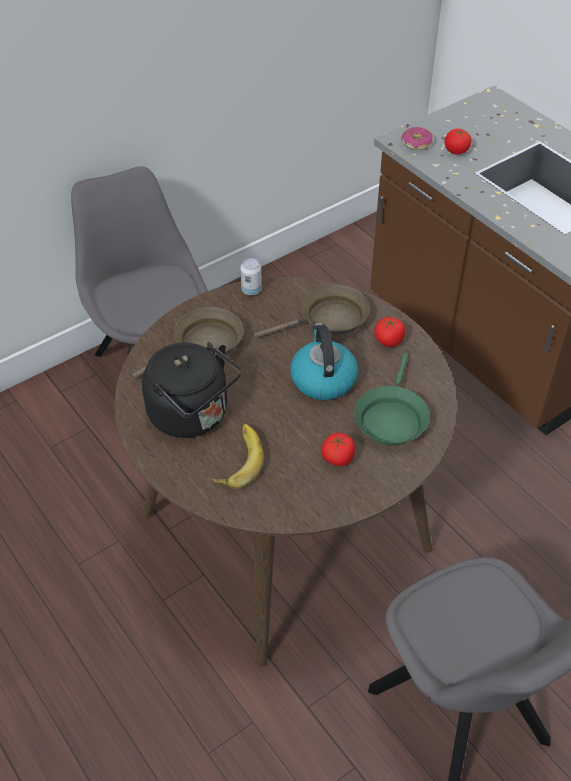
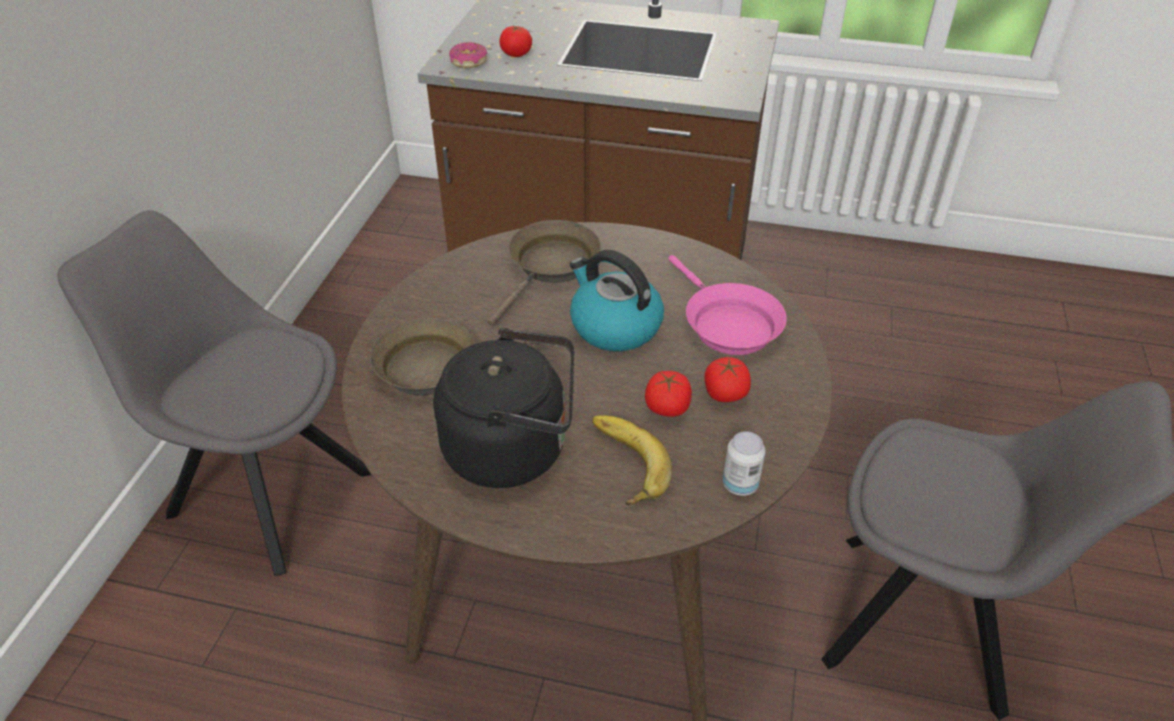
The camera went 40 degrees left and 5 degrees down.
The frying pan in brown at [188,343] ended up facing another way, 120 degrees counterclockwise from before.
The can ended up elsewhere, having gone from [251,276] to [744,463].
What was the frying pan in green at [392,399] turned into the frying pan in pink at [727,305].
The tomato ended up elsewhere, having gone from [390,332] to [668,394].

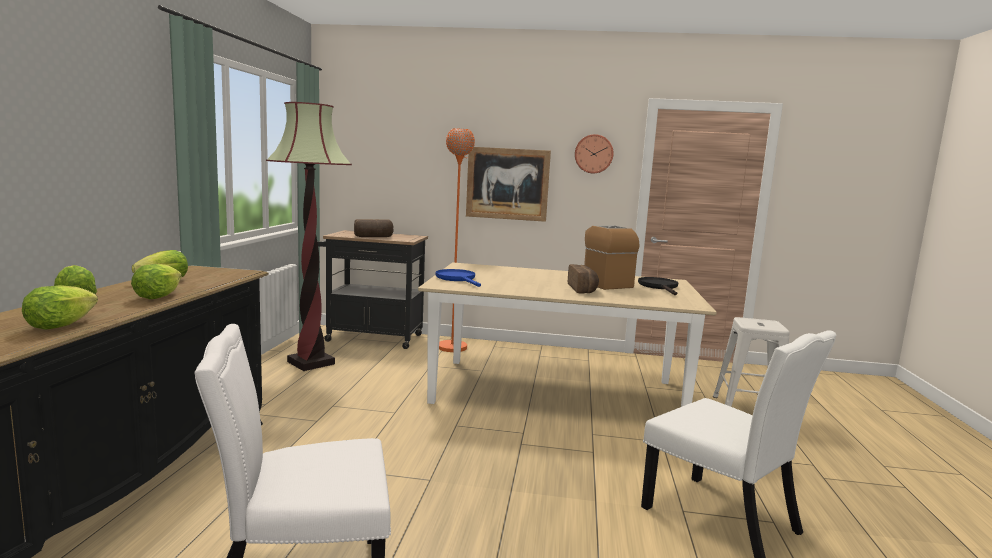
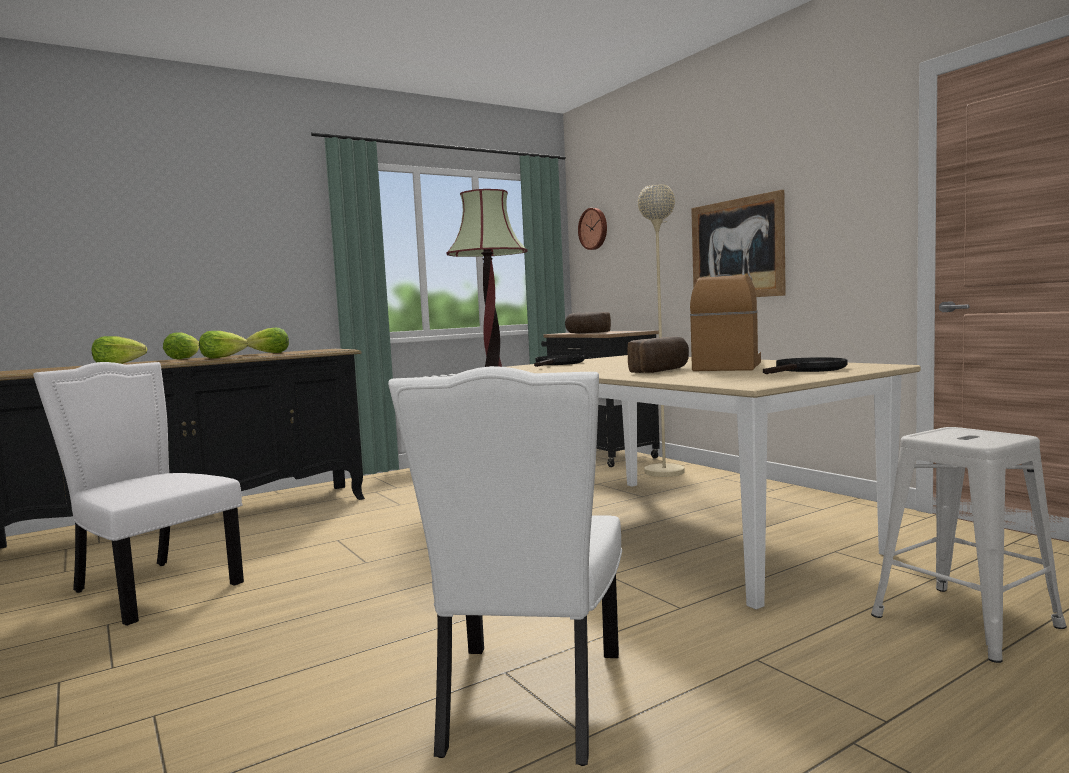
The camera went 50 degrees right and 5 degrees down.
What was the frying pan in blue at [458,278] turned into the frying pan in black at [559,361].
What was the floor lamp in orange at [457,240] turned into the floor lamp in beige at [661,330].
The wall clock ended up elsewhere, having gone from [594,154] to [592,229].

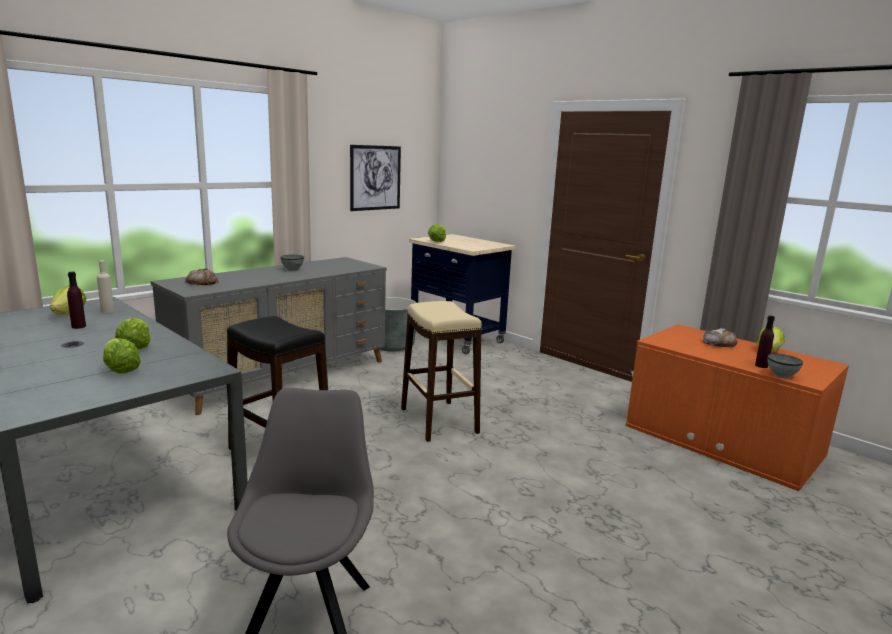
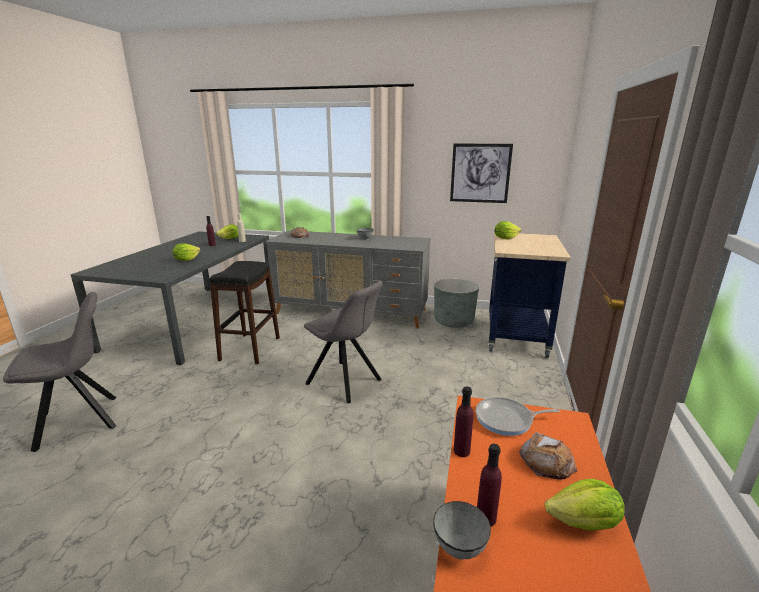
The camera went 60 degrees right and 5 degrees up.
The second view lost the lettuce at [122,356].
Where the stool in beige stood at [441,371], the chair in grey came to stand at [343,342].
The second view gained the bottle in purple at [464,421].
The second view gained the frying pan at [518,416].

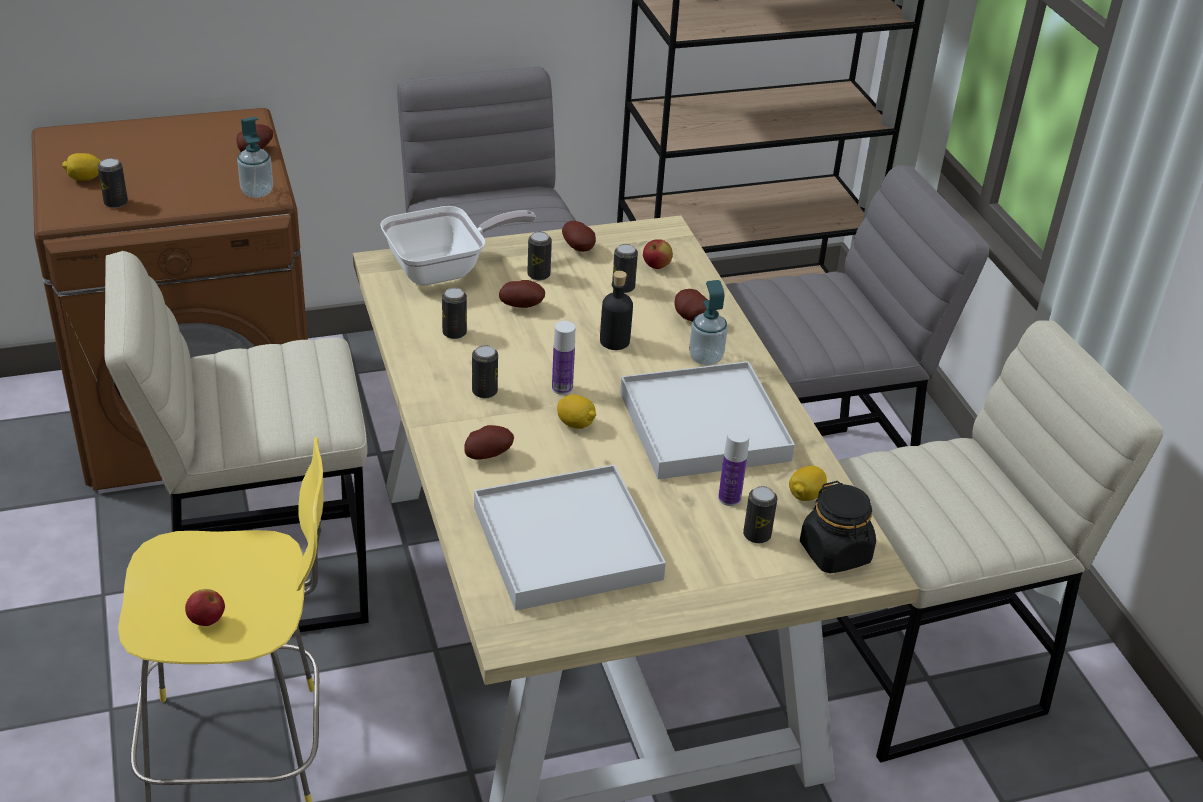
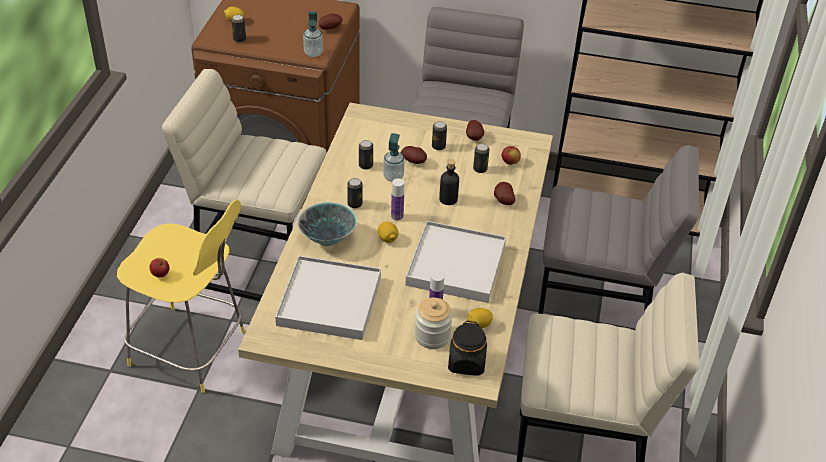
The camera went 30 degrees right and 5 degrees up.
The second view lost the frying pan at [458,246].
Where the potato stood at [489,442], the bowl came to stand at [327,224].
The soap dispenser ended up elsewhere, having gone from [708,323] to [394,157].
Where the can stood at [760,514], the jar came to stand at [434,323].

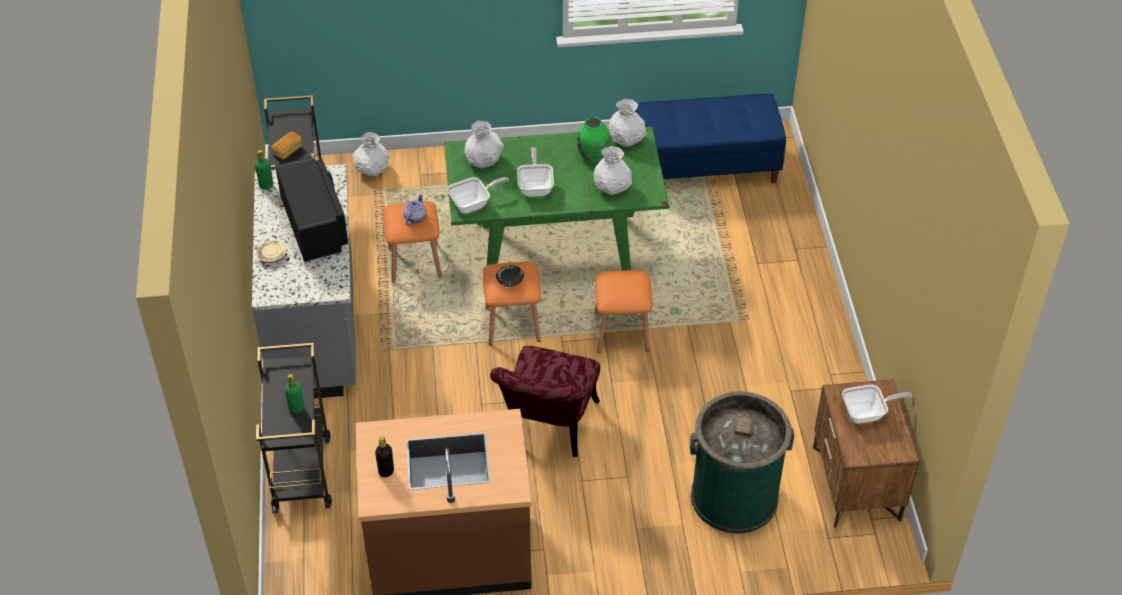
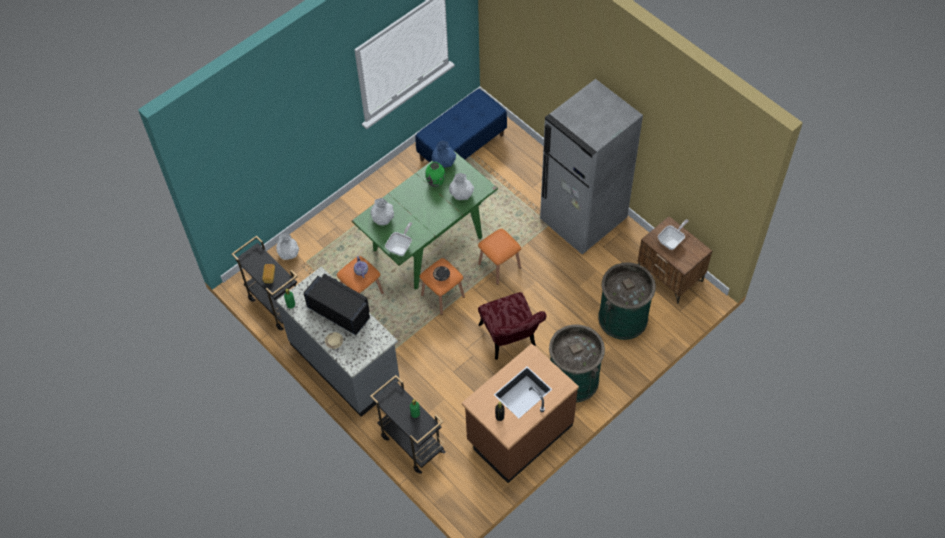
The camera went 35 degrees left and 10 degrees up.
The second view lost the frying pan at [535,171].
What was the vase in white at [627,123] turned into the vase in blue at [444,154].
The second view gained the fridge in grey at [591,167].
The second view gained the trash can in green at [577,363].

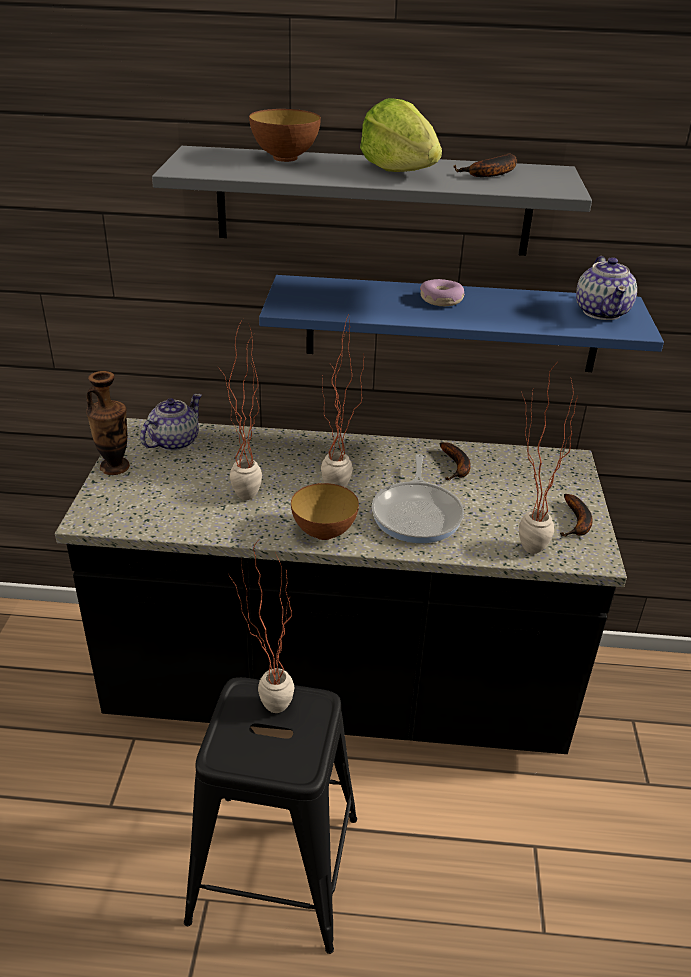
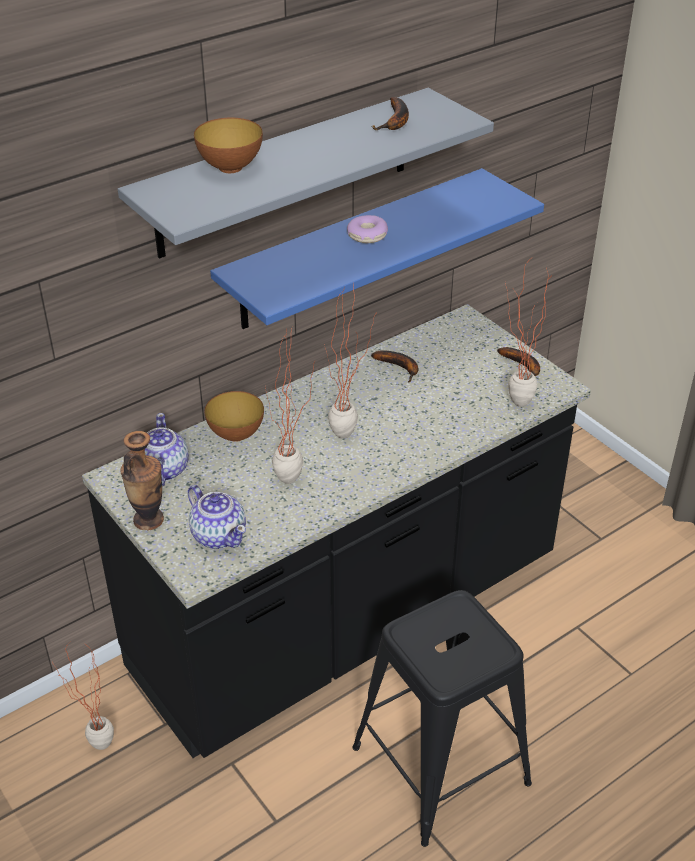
The camera went 40 degrees left and 5 degrees up.
The potted plant ended up elsewhere, having gone from [261,626] to [83,695].
The bowl ended up elsewhere, having gone from [325,511] to [234,416].
The second view lost the lettuce at [401,135].
The second view lost the frying pan at [418,498].
The teapot ended up elsewhere, having gone from [606,288] to [217,517].

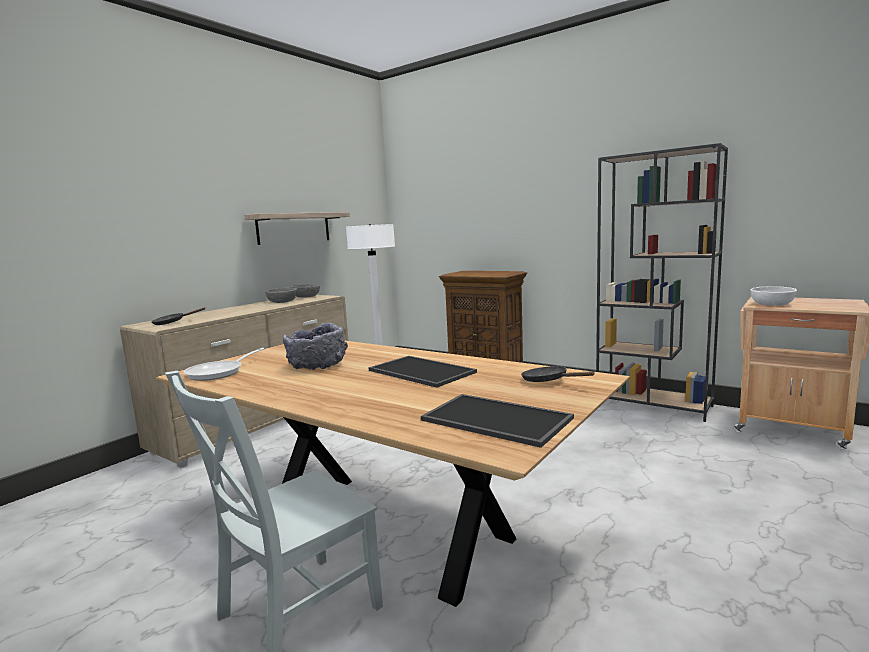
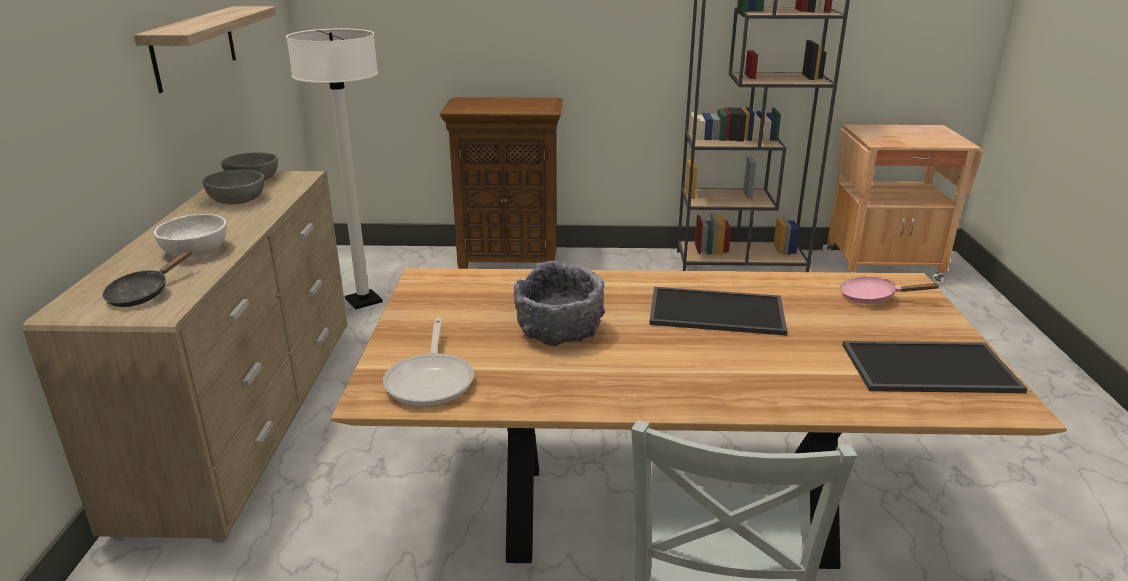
The camera went 35 degrees left and 15 degrees up.
What was the frying pan in black at [558,374] turned into the frying pan in pink at [890,290].
The bowl in white ended up elsewhere, having gone from [773,296] to [190,236].

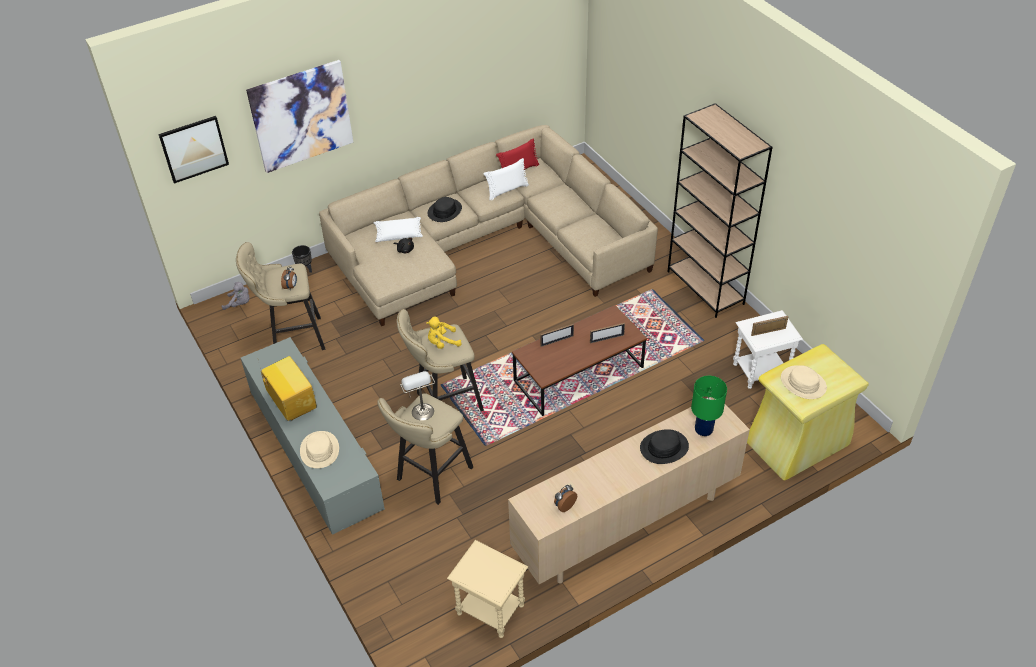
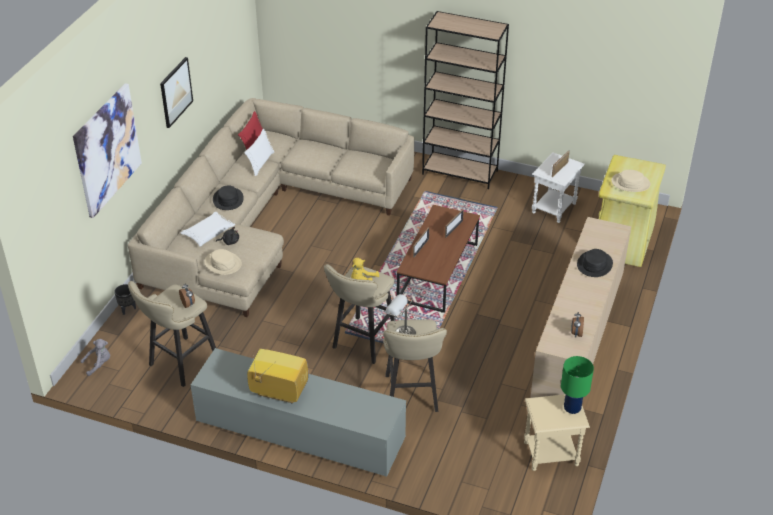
The camera went 40 degrees left and 5 degrees down.
The picture ended up elsewhere, having gone from [193,150] to [176,92].
The hat in beige ended up elsewhere, having gone from [319,449] to [223,262].
The table lamp in green ended up elsewhere, having gone from [709,406] to [577,385].

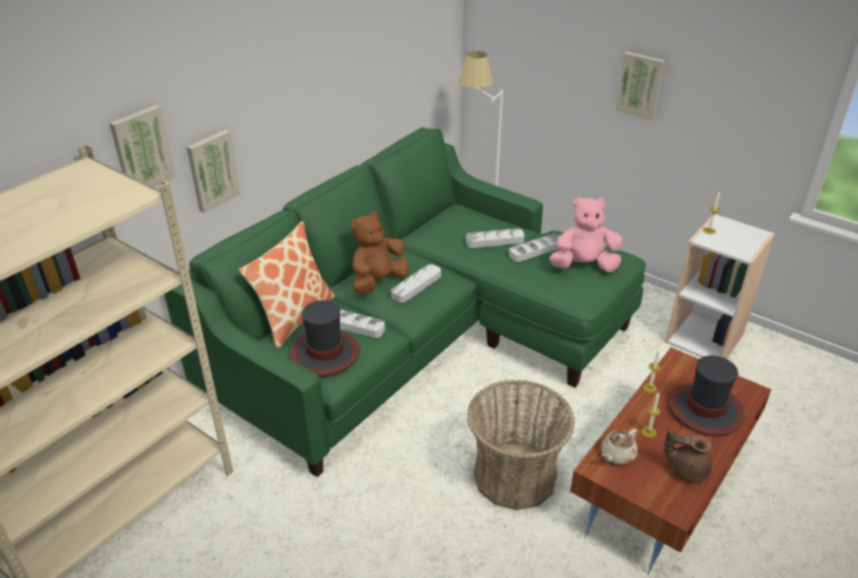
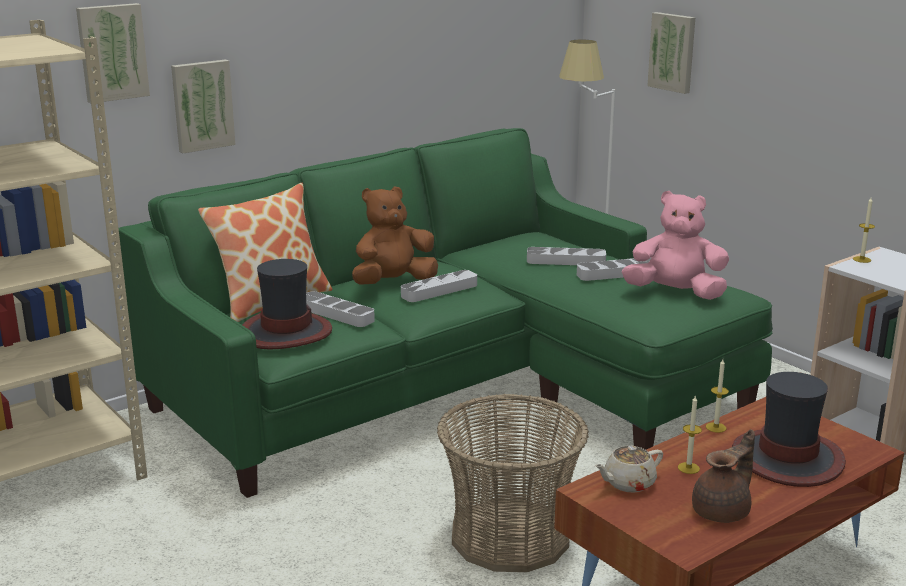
The camera went 15 degrees right and 15 degrees down.
The picture ended up elsewhere, having gone from [640,86] to [671,53].
The teapot in brown at [688,455] ended up facing another way, 105 degrees clockwise from before.

